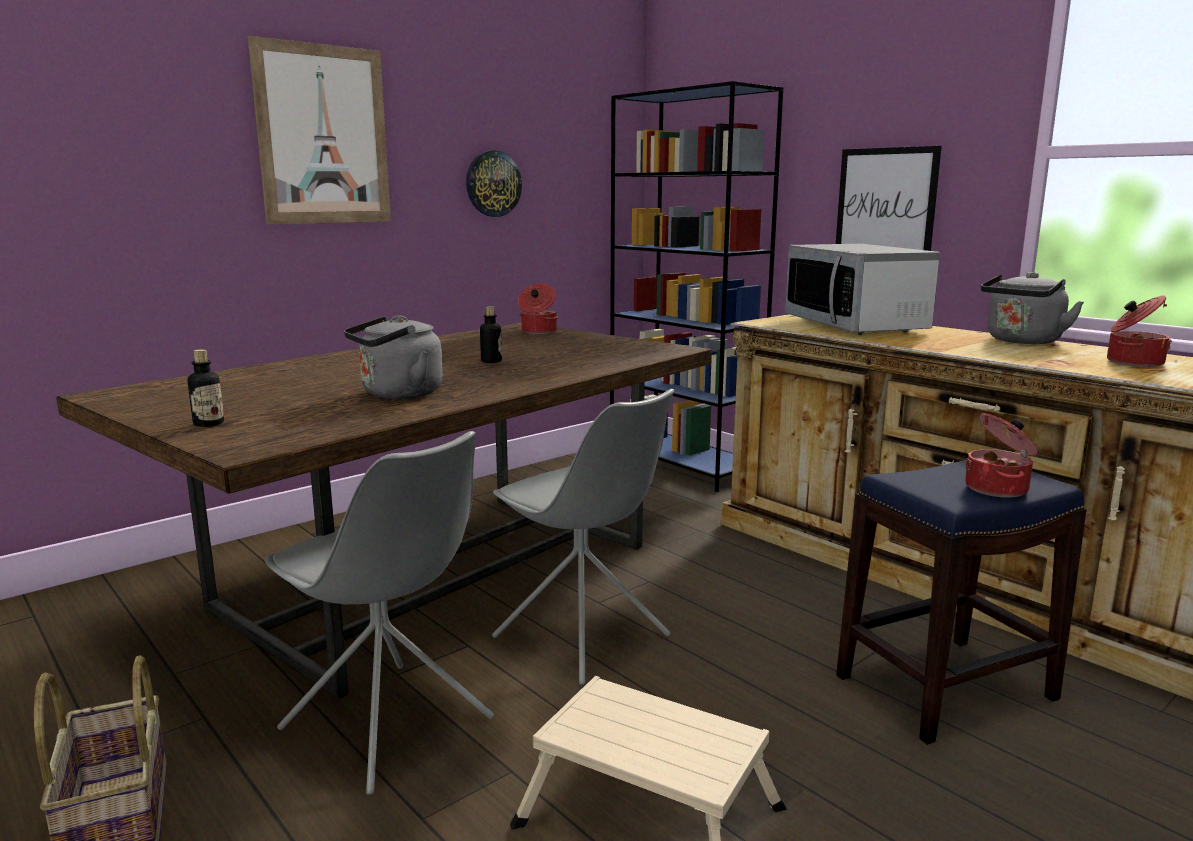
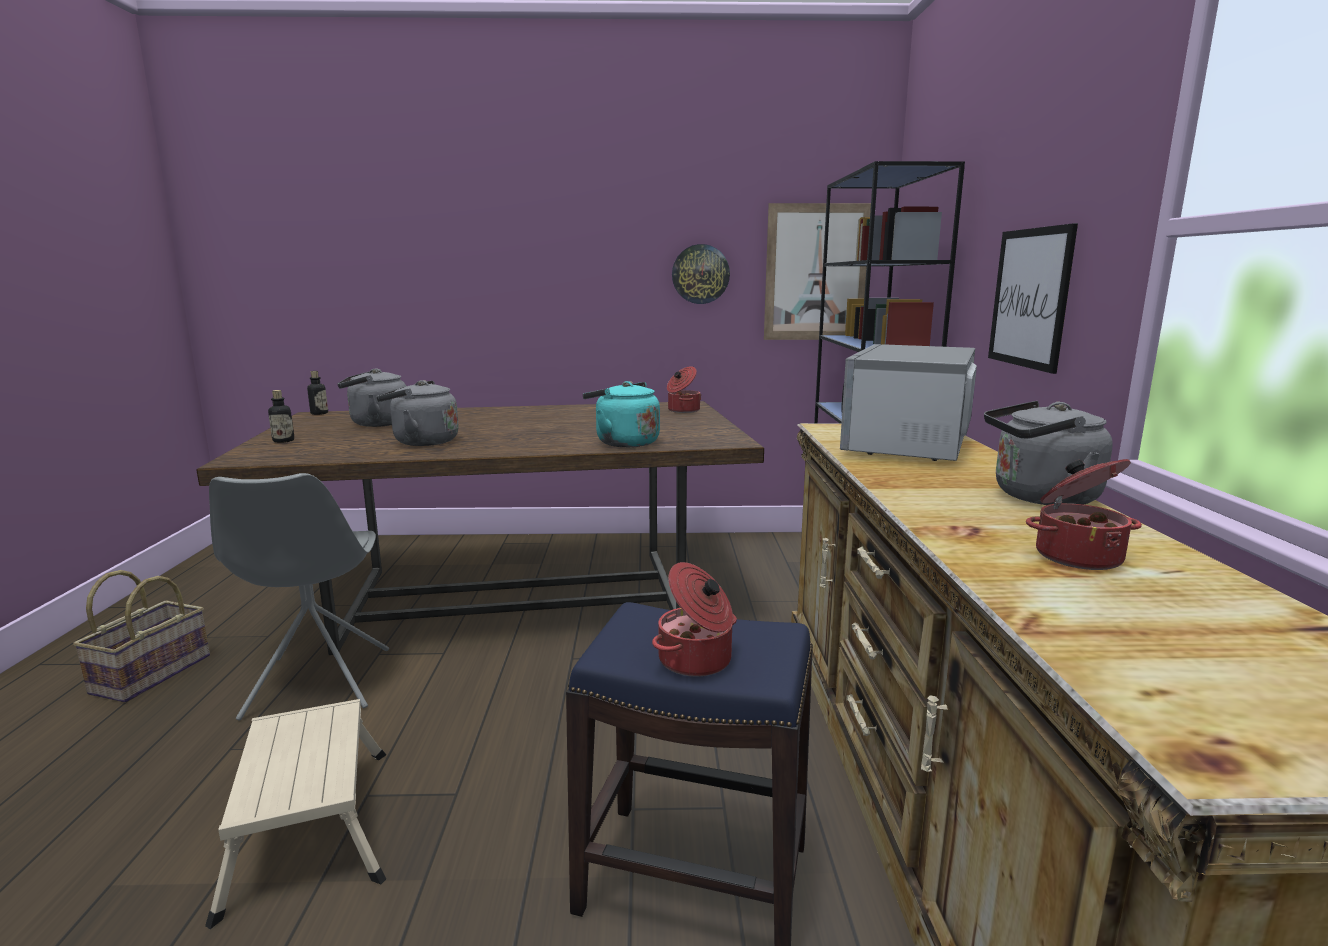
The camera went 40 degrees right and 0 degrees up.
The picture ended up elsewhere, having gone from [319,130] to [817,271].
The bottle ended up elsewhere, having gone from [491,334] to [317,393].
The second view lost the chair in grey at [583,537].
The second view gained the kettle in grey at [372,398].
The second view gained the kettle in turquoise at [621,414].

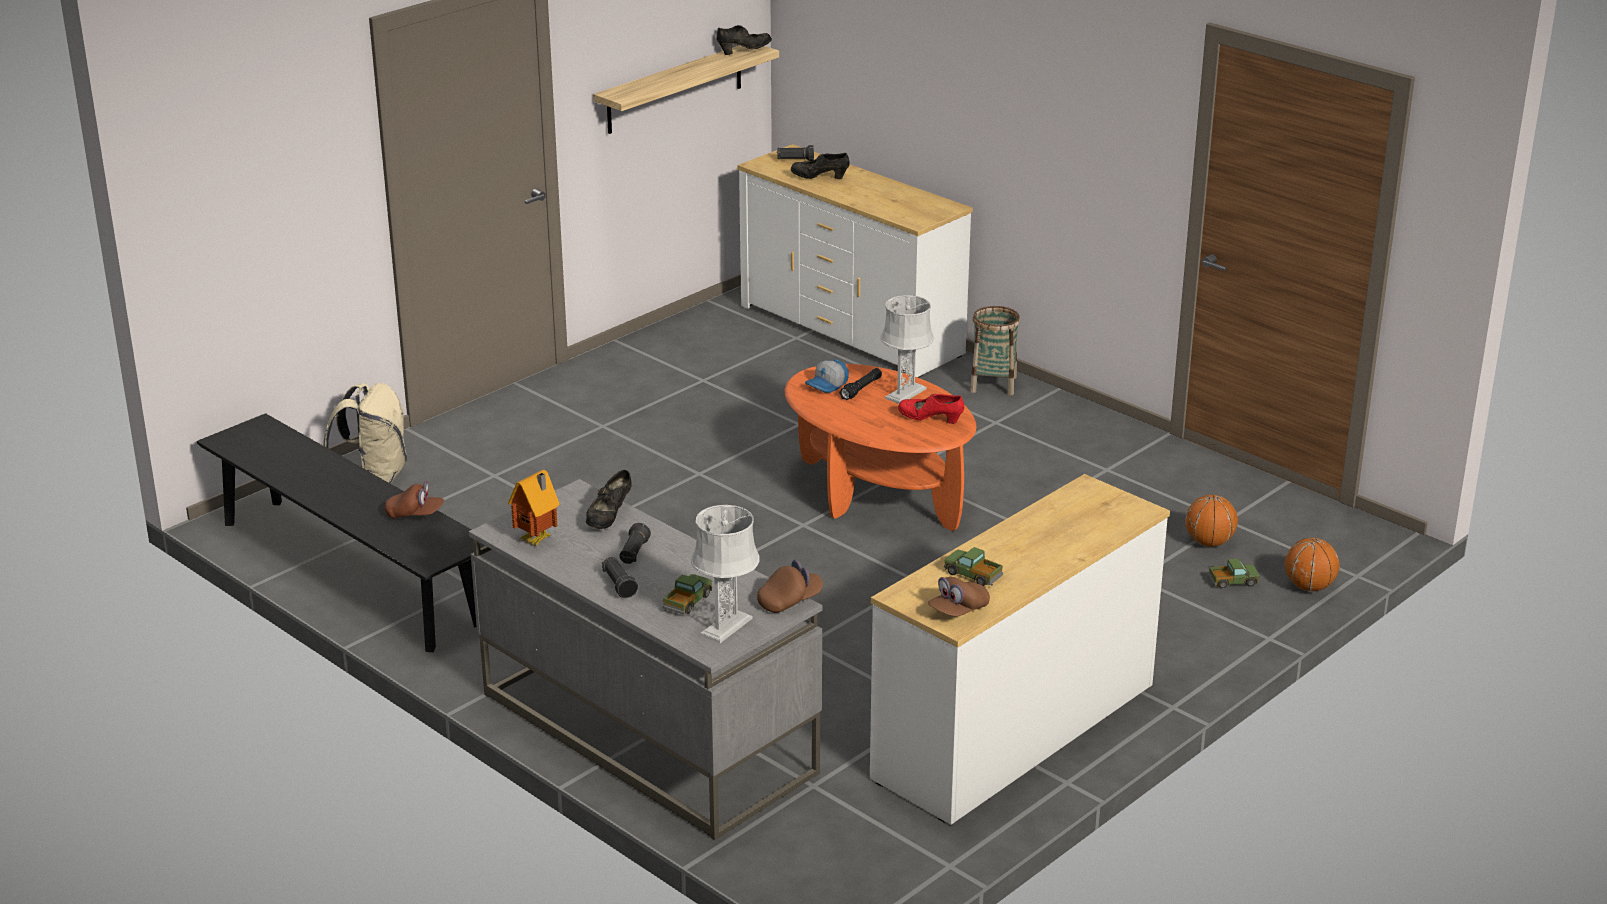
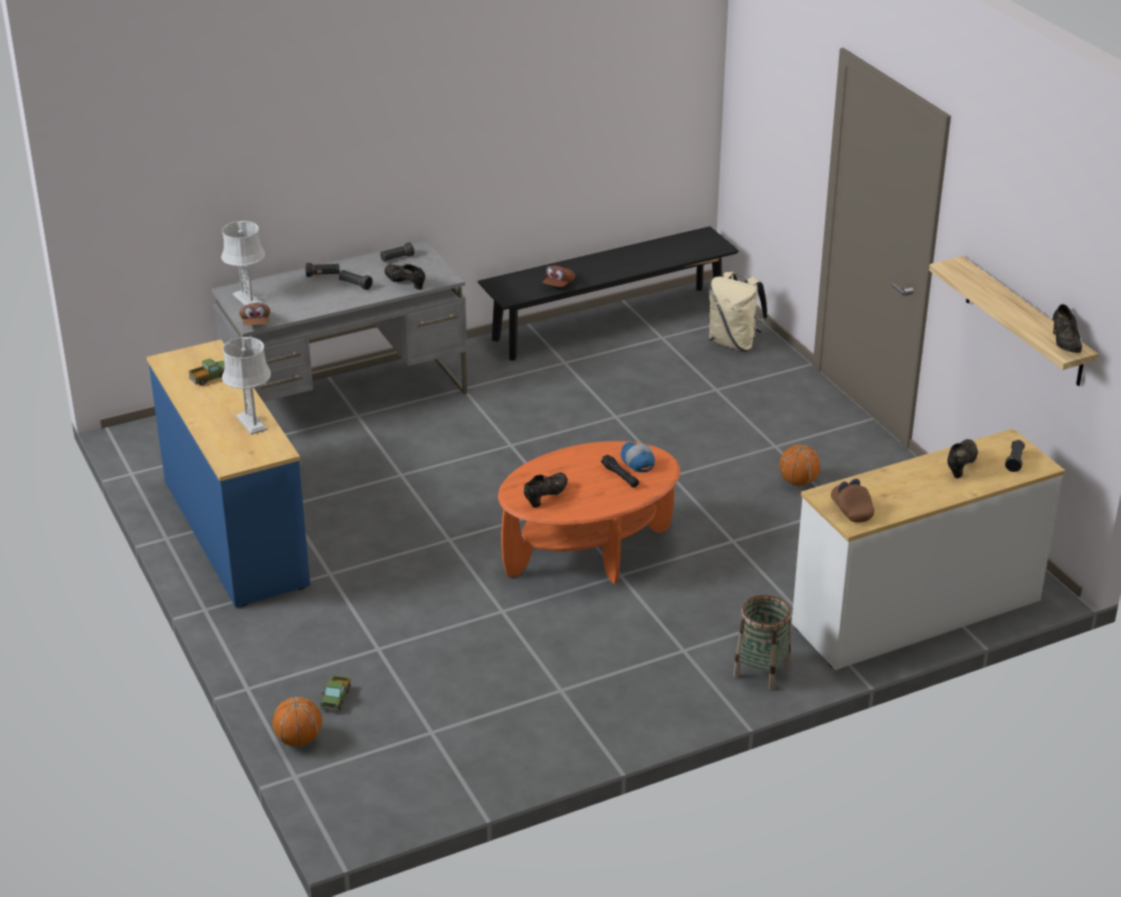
The camera went 110 degrees right and 5 degrees up.
Where the toy house stood at [534,508], the flashlight in black came to stand at [397,251].
The second view lost the toy truck at [687,594].
What was the dresser in white at [1020,649] turned into the dresser in blue at [228,473].
The table lamp in grey ended up elsewhere, having gone from [907,349] to [246,386].
What was the shoe in red at [931,409] turned into the shoe in black at [546,490].
The cap in brown ended up elsewhere, having gone from [959,596] to [853,500].
The basketball ended up elsewhere, having gone from [1211,521] to [799,465].

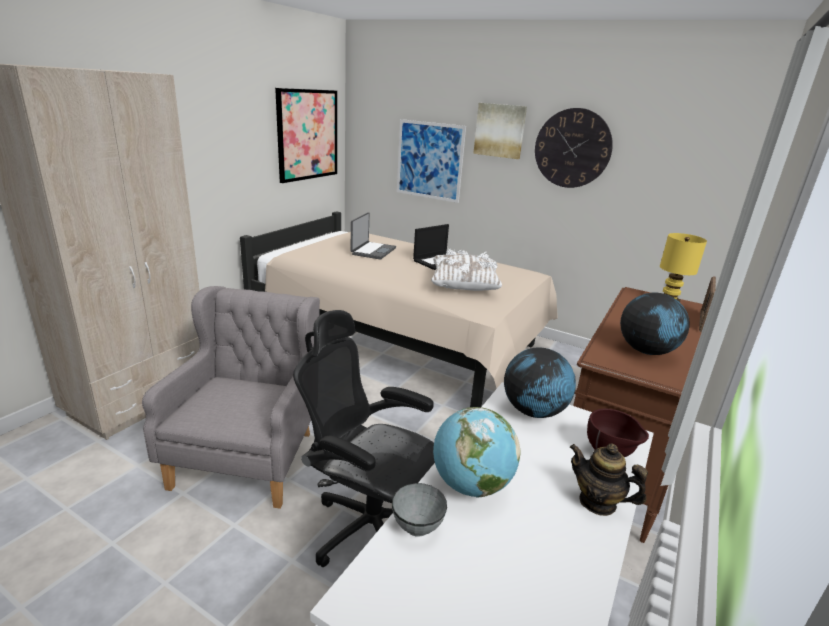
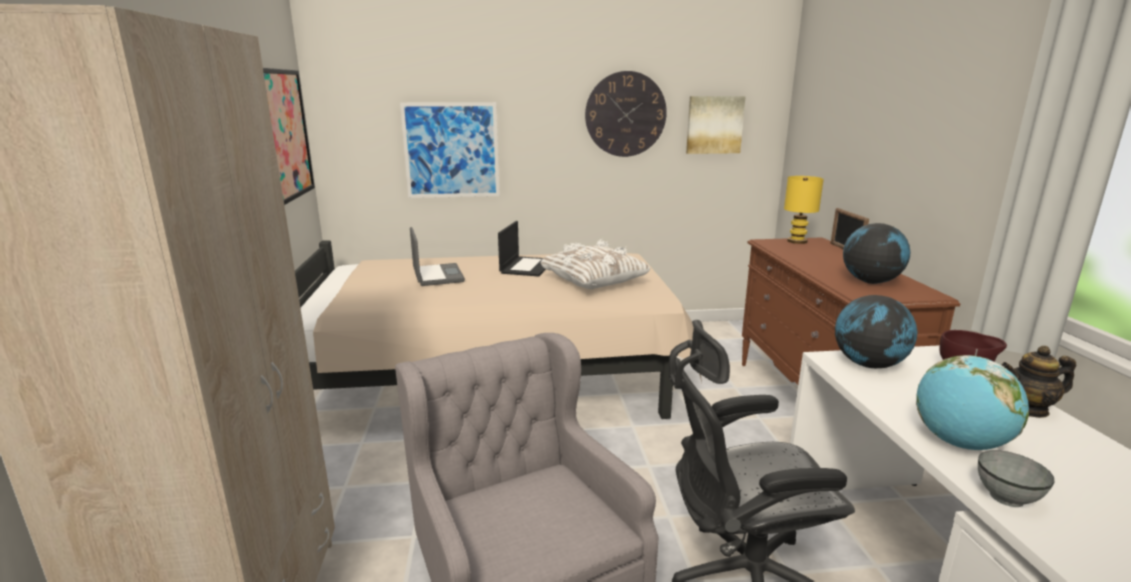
The camera went 35 degrees left and 5 degrees down.
The picture ended up elsewhere, having gone from [500,131] to [716,125].

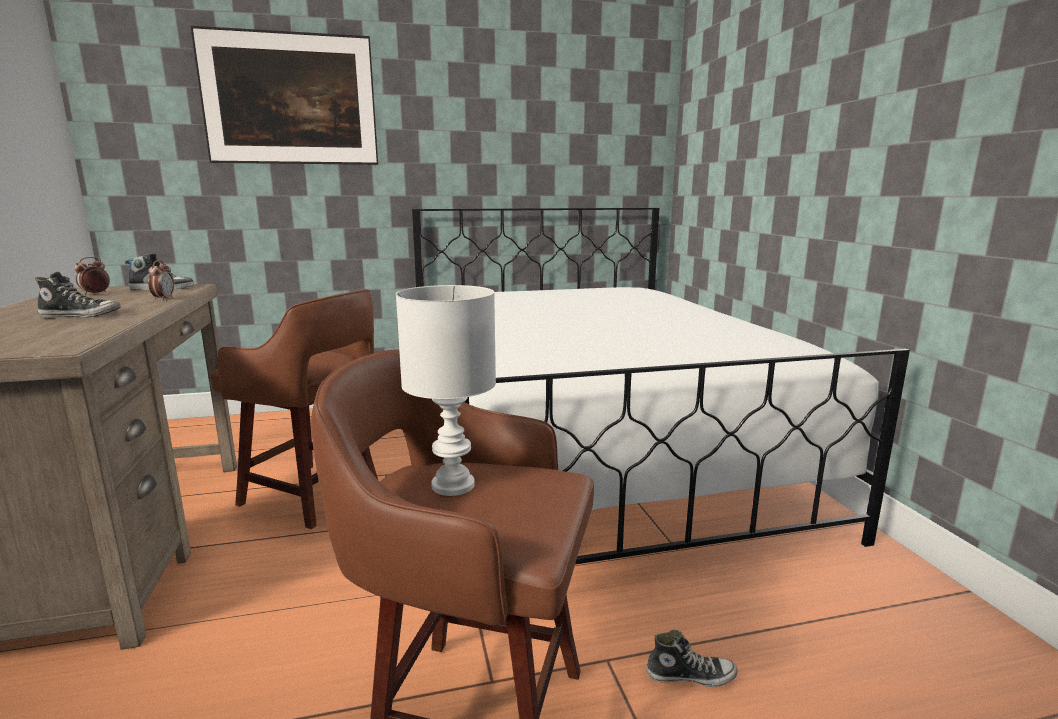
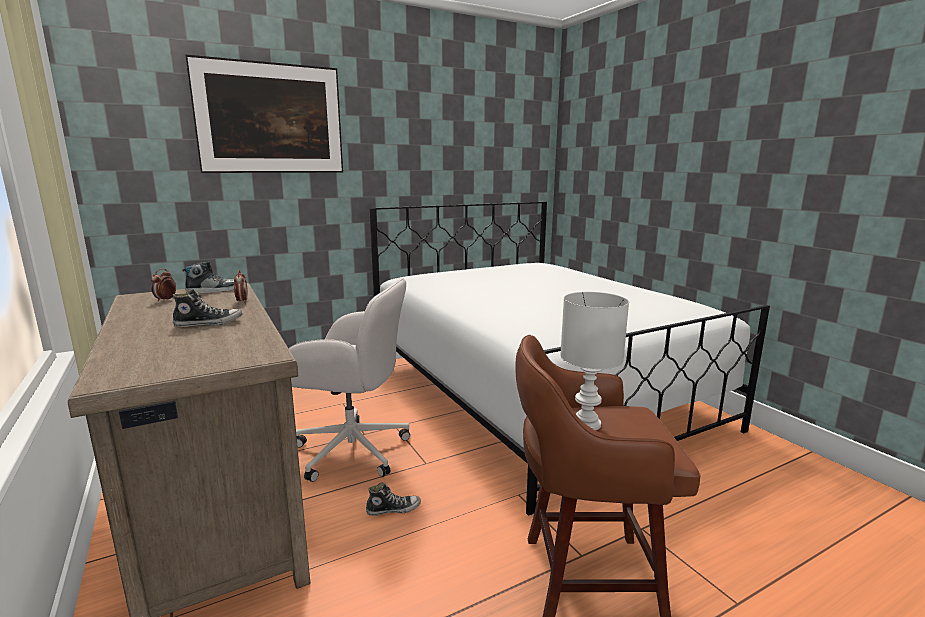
The camera went 15 degrees left and 0 degrees up.
Where the stool in brown stood at [294,409], the office chair in white came to stand at [349,380].
The shoe ended up elsewhere, having gone from [692,658] to [393,499].

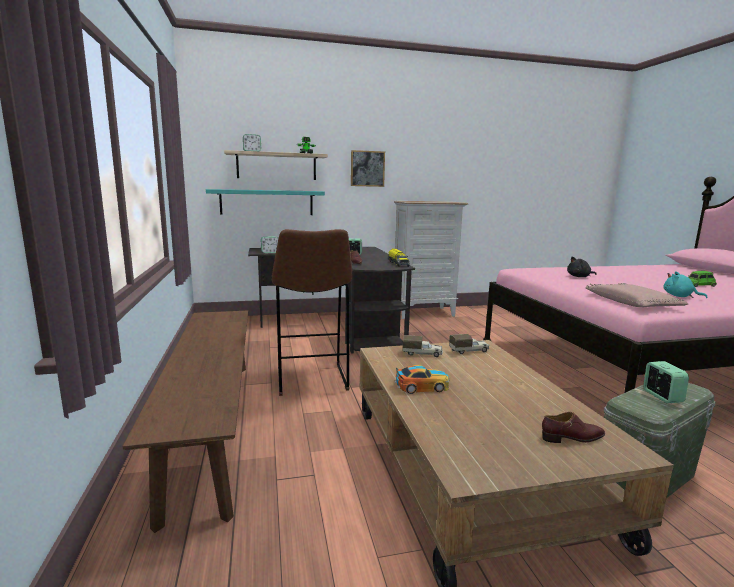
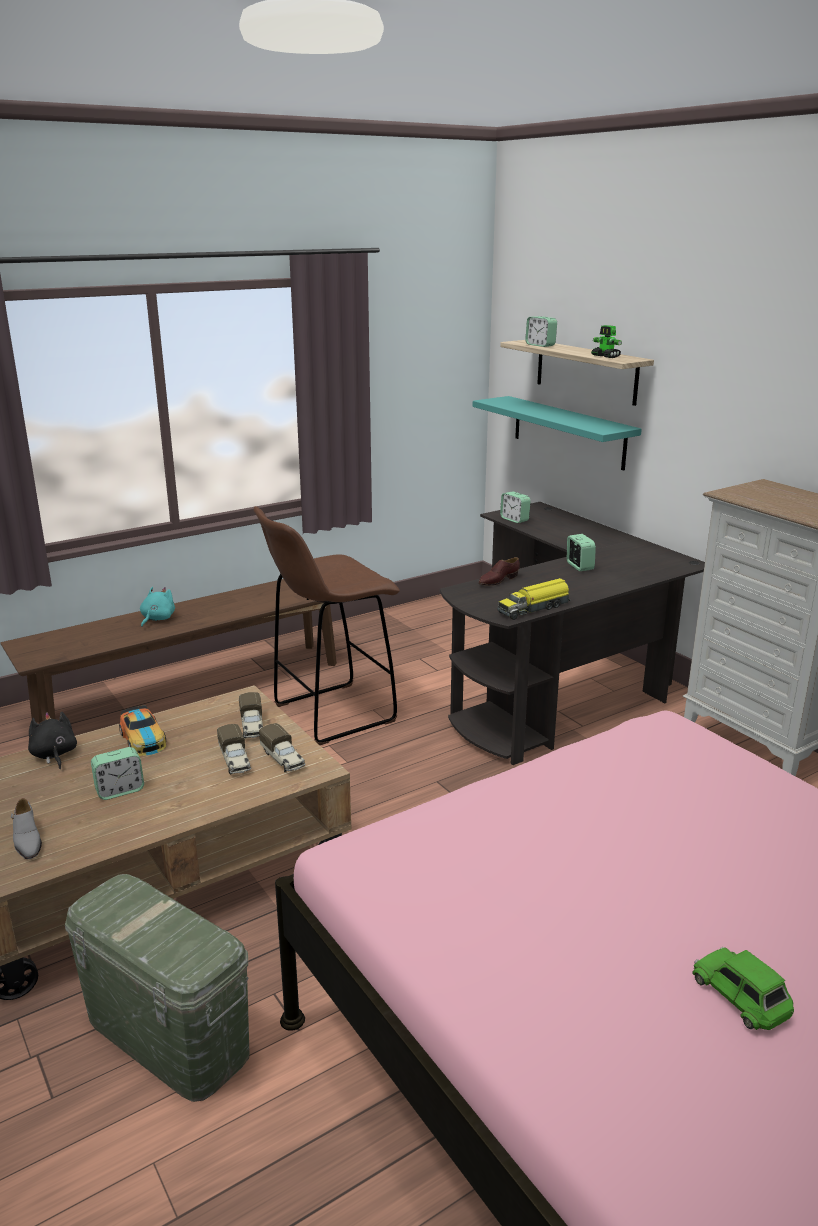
The camera went 70 degrees right and 10 degrees up.
The second view lost the picture at [368,168].
What was the shoe in brown at [573,427] turned into the shoe in grey at [26,828].
The plush toy in black ended up elsewhere, having gone from [582,267] to [52,740].
The second view lost the pillow in beige at [636,295].
The alarm clock ended up elsewhere, having gone from [666,382] to [117,773].
The plush toy in turquoise ended up elsewhere, having gone from [685,284] to [157,607].
The second view gained the toy truck at [234,749].

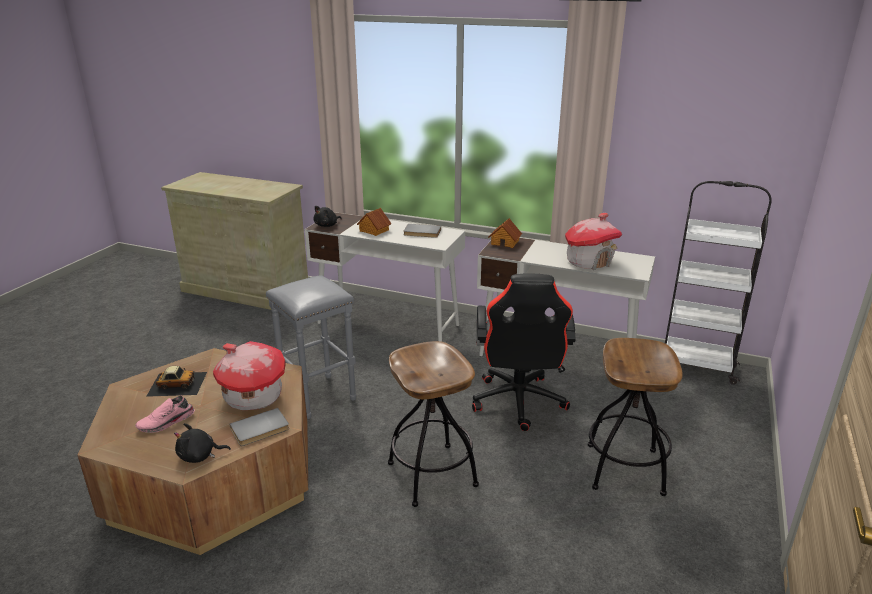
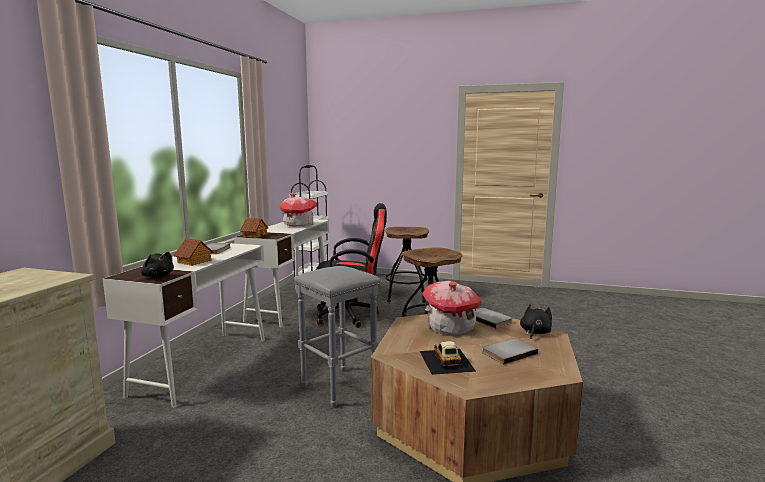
The camera went 95 degrees left and 15 degrees down.
Where the shoe in pink stood at [165,414], the book in grey came to stand at [510,351].
The plush toy in black at [202,443] ended up facing another way, 135 degrees counterclockwise from before.

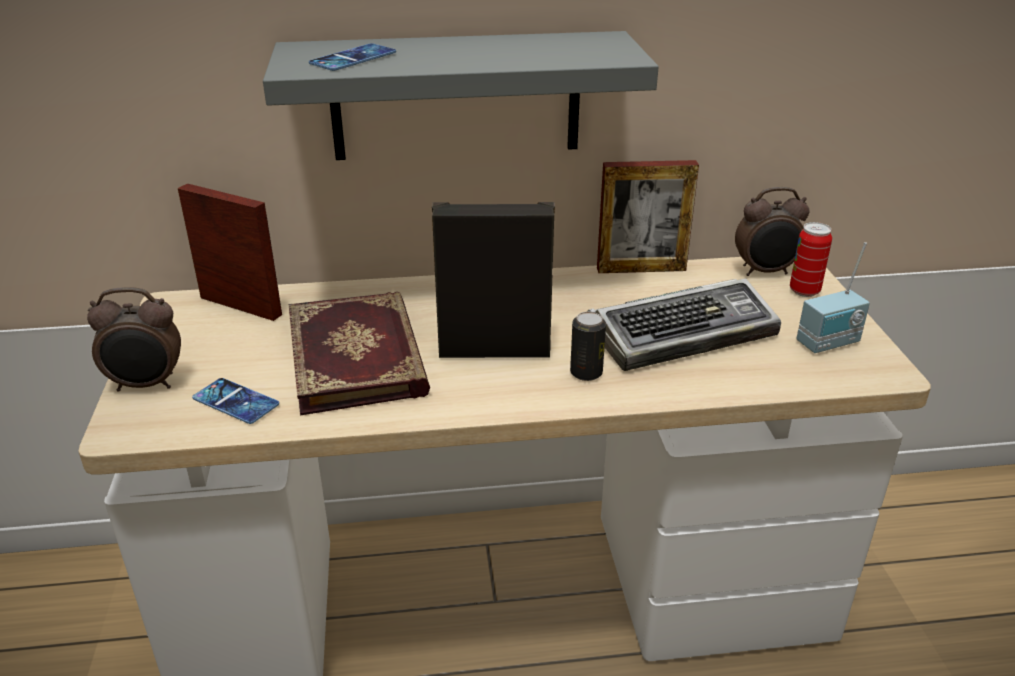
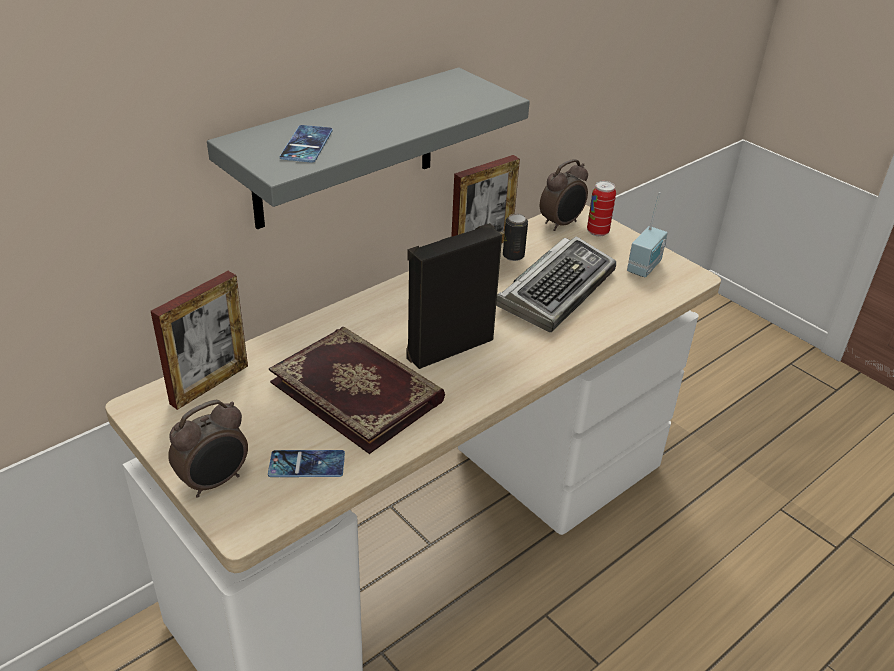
The camera went 35 degrees left and 5 degrees up.
The picture frame at [230,252] ended up facing another way, 135 degrees clockwise from before.
The can ended up elsewhere, having gone from [588,346] to [515,237].

